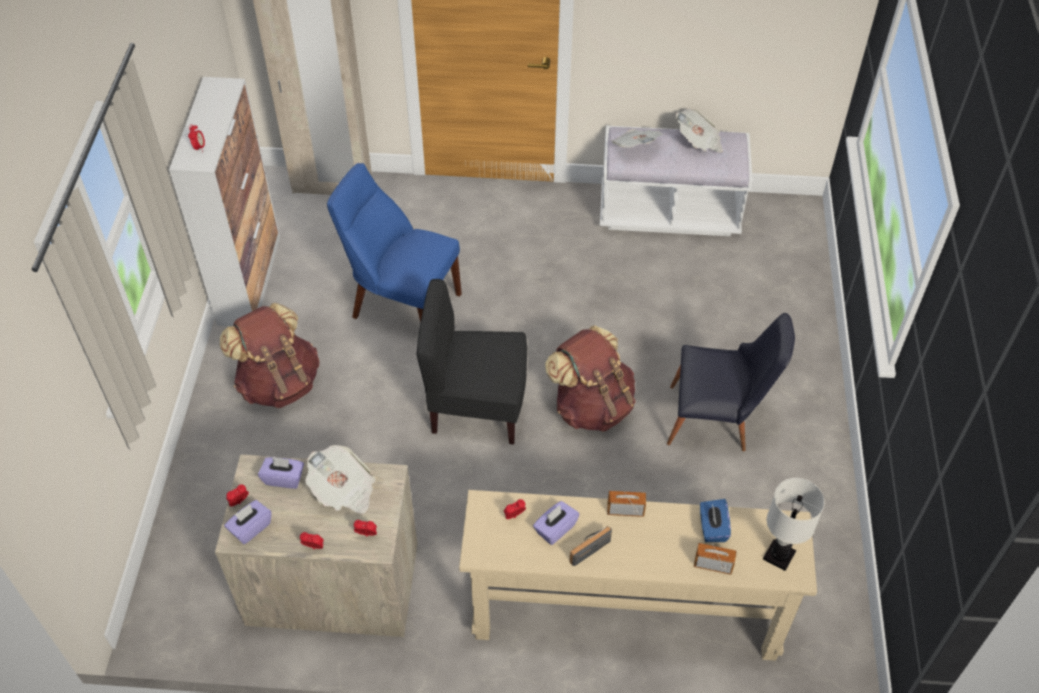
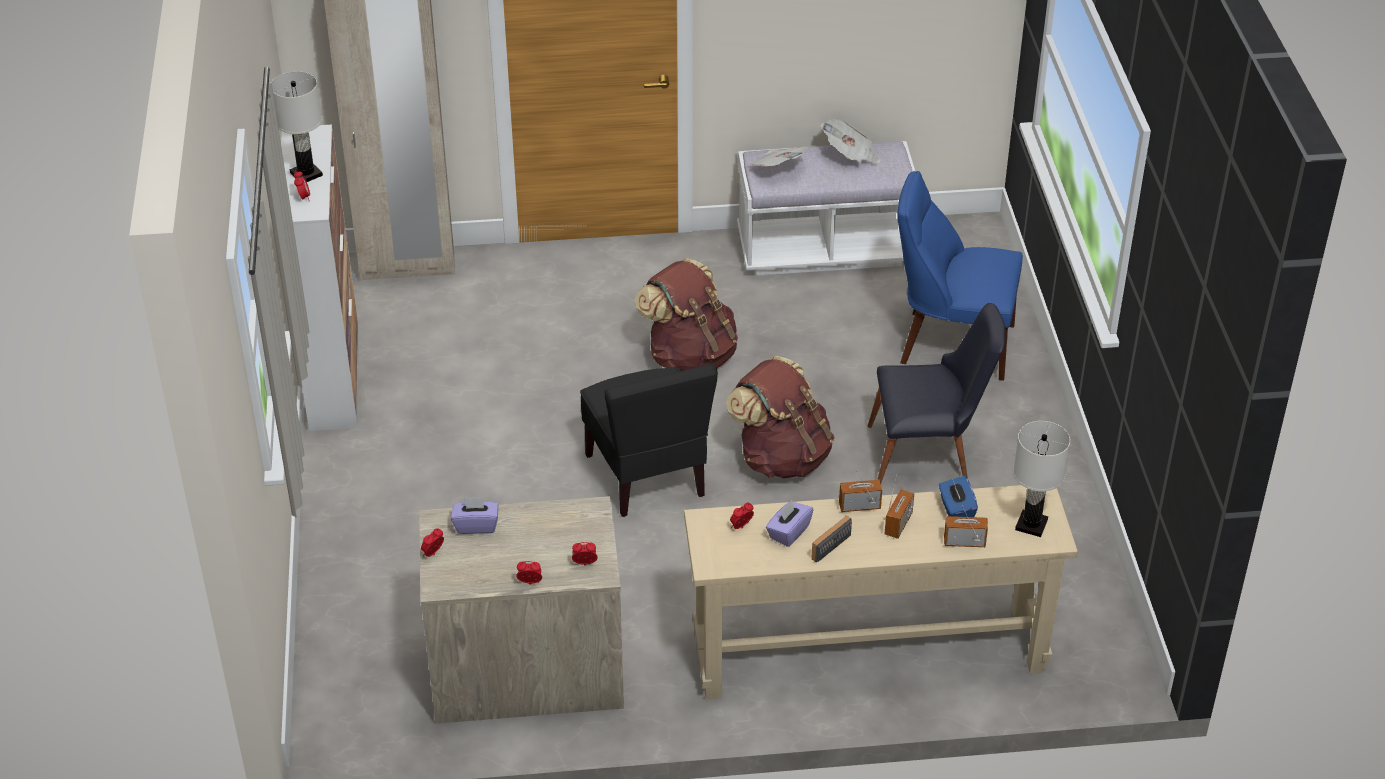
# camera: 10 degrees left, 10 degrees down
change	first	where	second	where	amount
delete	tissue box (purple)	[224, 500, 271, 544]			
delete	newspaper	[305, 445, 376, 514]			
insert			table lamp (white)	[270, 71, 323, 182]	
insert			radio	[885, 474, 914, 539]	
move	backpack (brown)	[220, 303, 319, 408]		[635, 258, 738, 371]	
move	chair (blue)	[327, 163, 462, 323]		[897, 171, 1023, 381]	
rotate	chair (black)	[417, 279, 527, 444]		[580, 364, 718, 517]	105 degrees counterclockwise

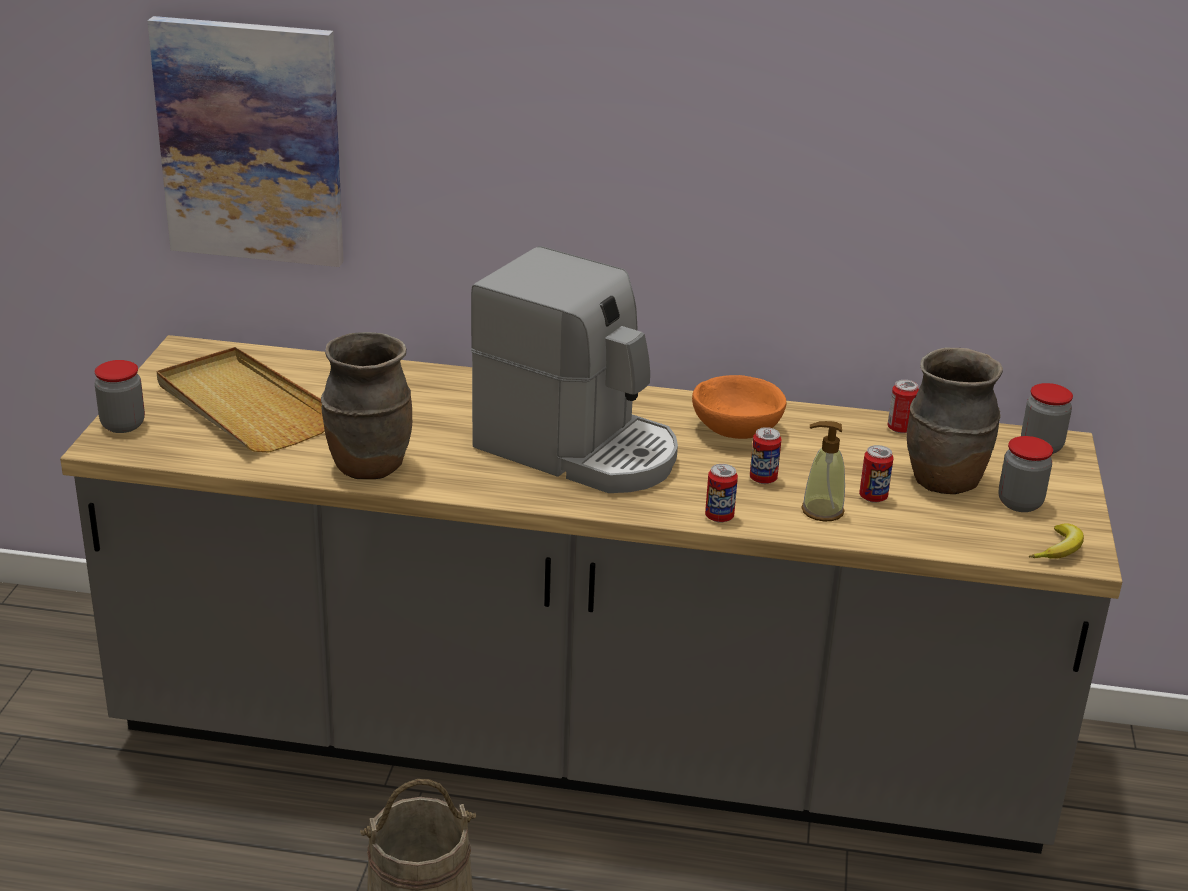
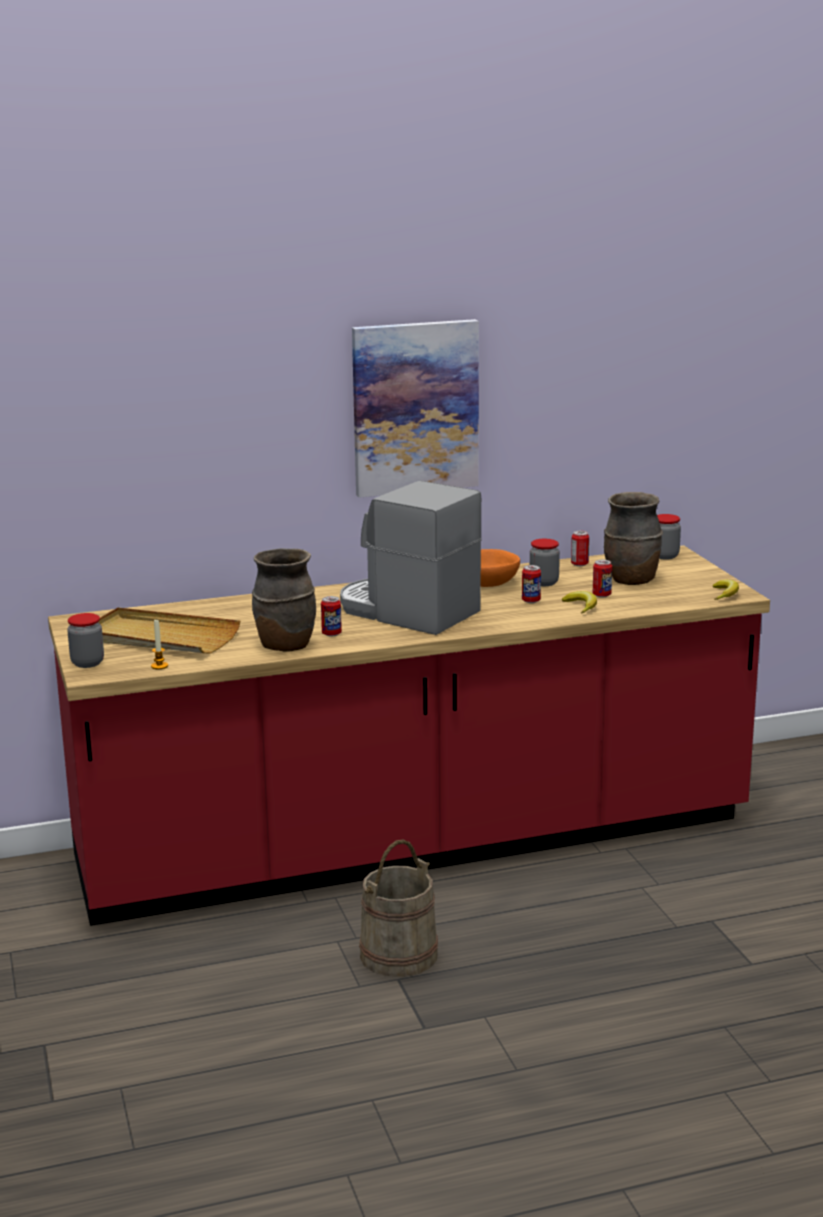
# camera: 25 degrees left, 10 degrees down
change	first	where	second	where	amount
insert			candle	[151, 619, 168, 670]	
move	picture	[147, 16, 344, 267]		[352, 319, 479, 498]	
move	can	[705, 464, 738, 523]		[321, 596, 342, 636]	
move	jar	[998, 436, 1053, 512]		[530, 539, 560, 586]	
replace	soap dispenser	[802, 421, 845, 521]	banana	[562, 591, 597, 613]	
recolor	counter (grey)	[60, 335, 1122, 854]	counter (red)	[48, 545, 770, 926]	
rotate	coffee machine	[471, 246, 678, 493]		[340, 481, 482, 635]	150 degrees counterclockwise

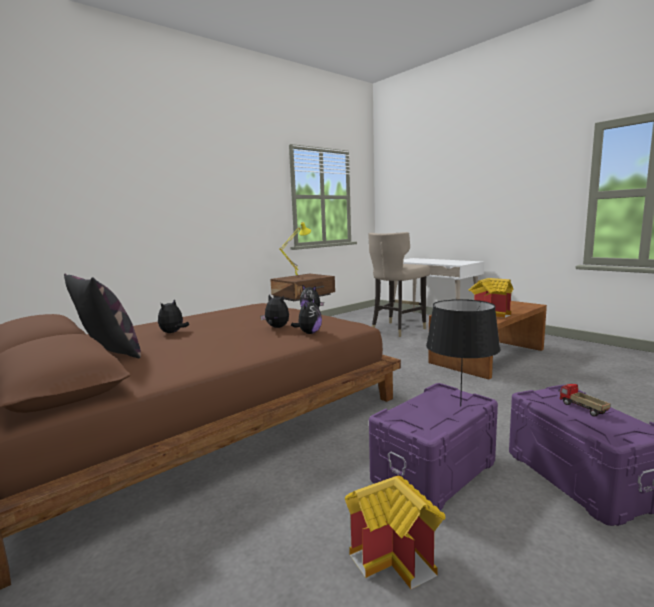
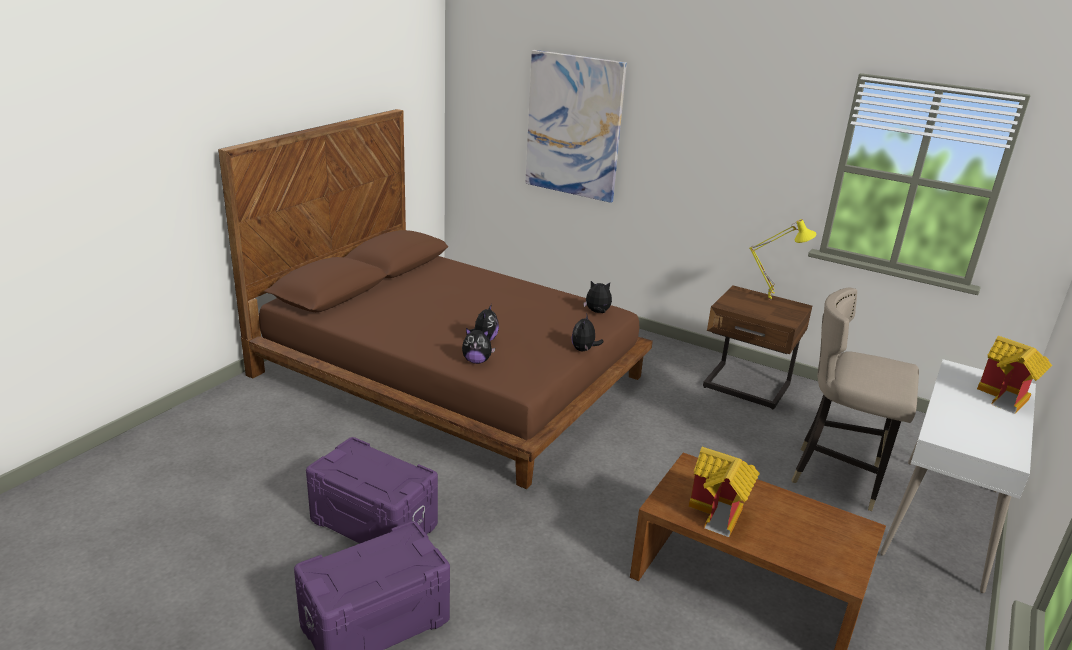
# camera: 70 degrees right, 15 degrees up
change	first	where	second	where	amount
delete	pillow	[64, 274, 141, 358]			
delete	table lamp (black)	[426, 299, 500, 406]			
delete	toy truck	[558, 384, 611, 416]			
insert			picture	[525, 50, 627, 203]	
move	plush toy	[158, 299, 189, 333]		[583, 281, 612, 313]	
move	toy house	[345, 476, 445, 589]		[977, 336, 1052, 414]	

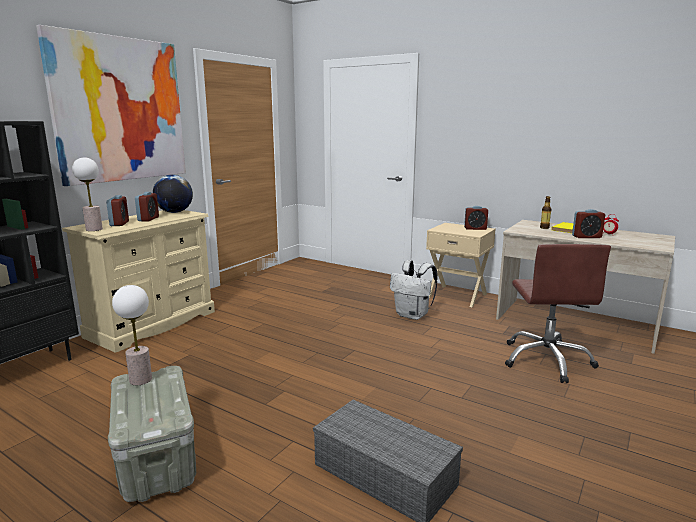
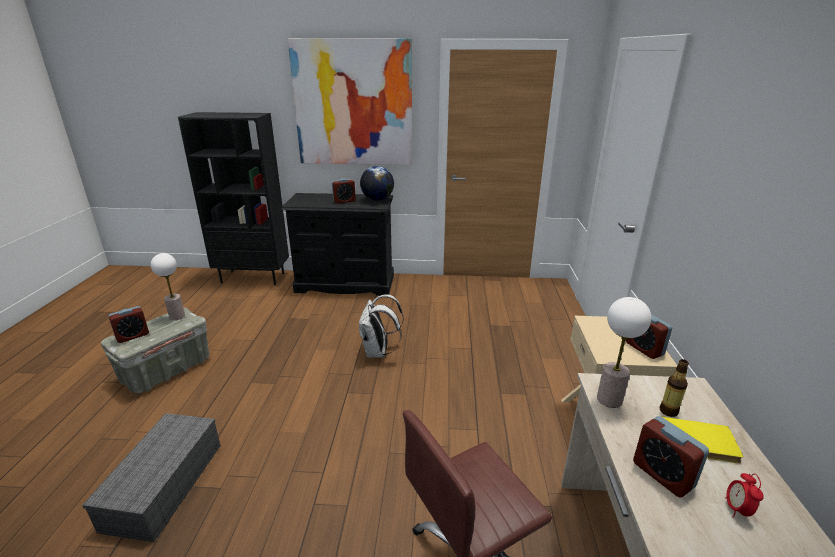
# camera: 60 degrees right, 10 degrees up
change	first	where	second	where	amount
move	table lamp	[72, 157, 103, 231]		[597, 297, 651, 408]	
move	alarm clock	[106, 195, 129, 226]		[108, 306, 149, 343]	
move	backpack (white)	[390, 260, 438, 320]		[359, 294, 404, 358]	
recolor	dresser (beige)	[62, 210, 215, 353]	dresser (black)	[282, 193, 394, 296]	

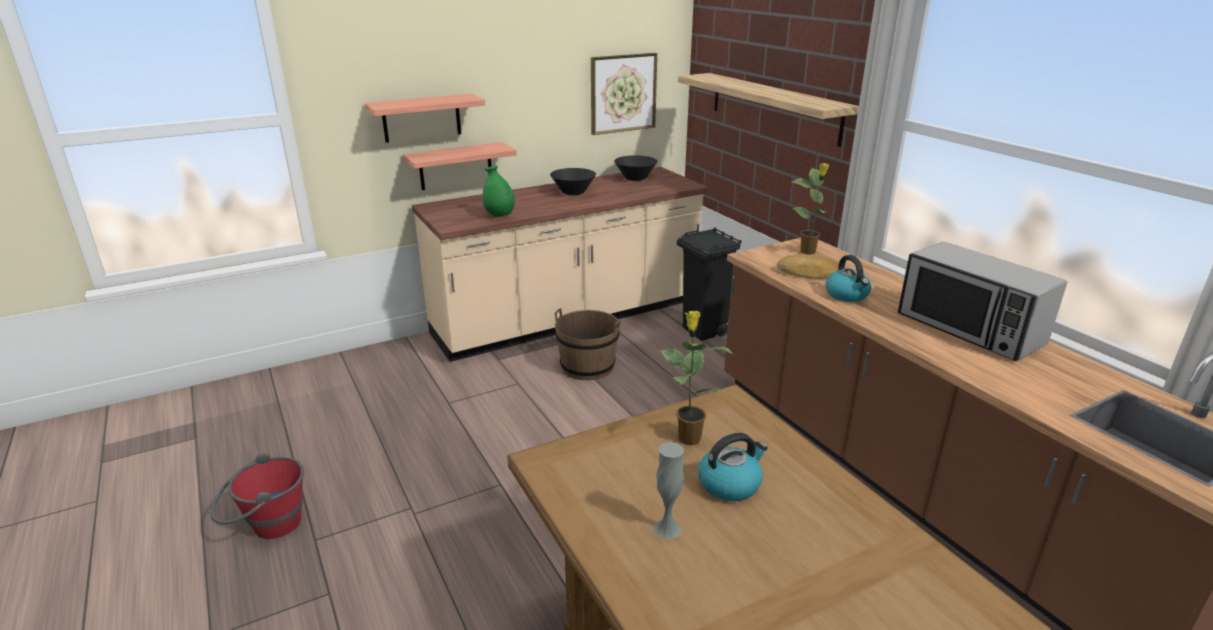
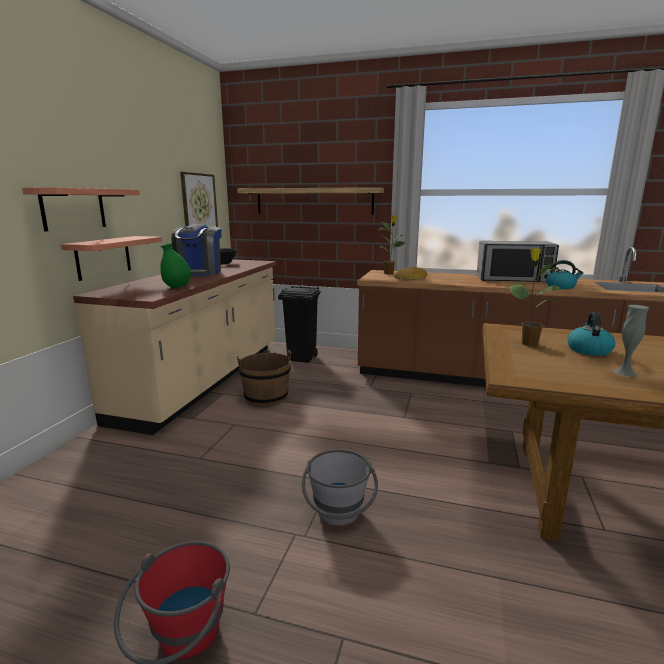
# camera: 45 degrees left, 10 degrees down
change	first	where	second	where	amount
insert			bucket (grey)	[302, 449, 378, 526]	
move	kettle	[826, 255, 871, 302]		[546, 260, 583, 289]	
replace	bowl (black)	[550, 168, 596, 195]	coffee machine	[171, 224, 221, 276]	

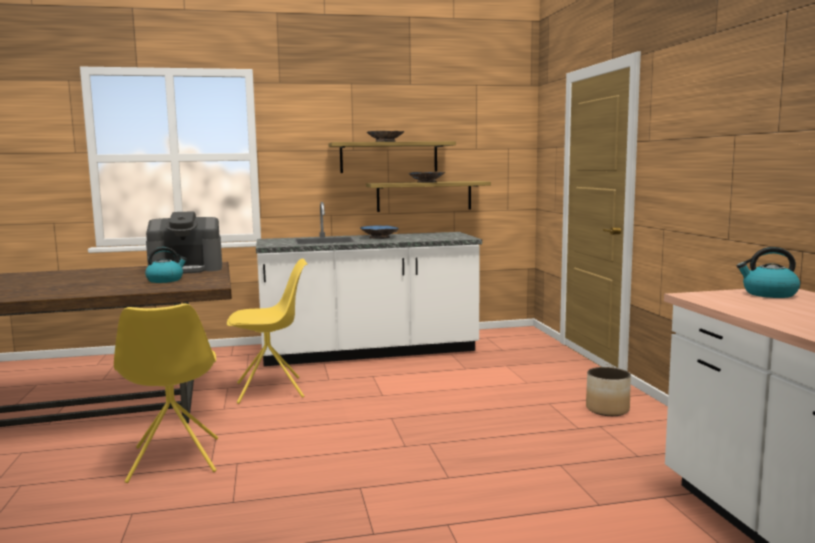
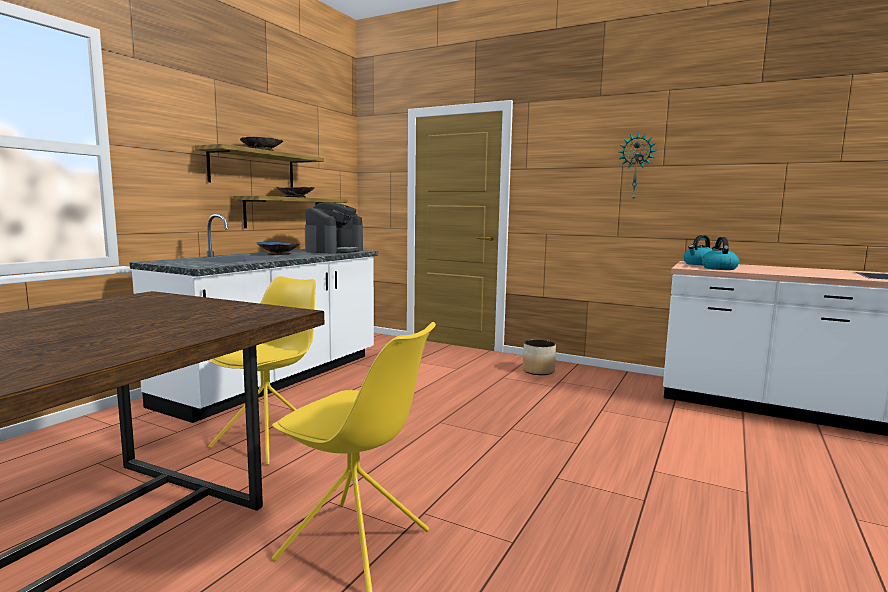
# camera: 50 degrees left, 0 degrees up
change	first	where	second	where	amount
insert			wall clock	[619, 132, 656, 201]	
move	kettle	[145, 247, 187, 283]		[702, 237, 739, 270]	
move	coffee machine	[146, 211, 222, 274]		[305, 203, 363, 254]	

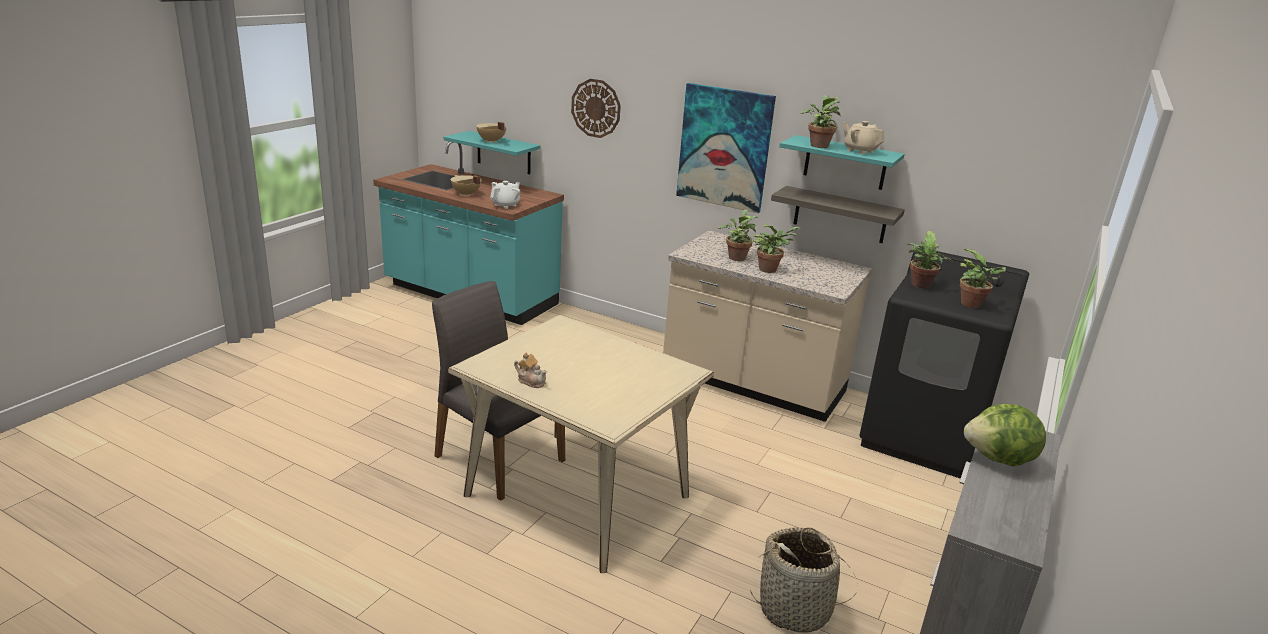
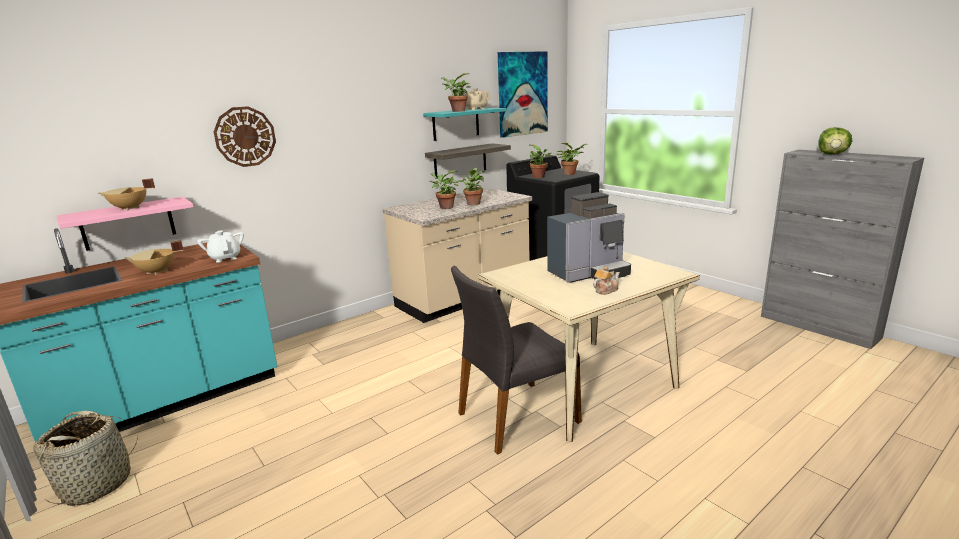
# camera: 65 degrees left, 5 degrees down
change	first	where	second	where	amount
insert			coffee machine	[547, 192, 631, 283]	
move	picture	[676, 83, 776, 213]		[498, 51, 548, 138]	
move	basket	[750, 527, 858, 632]		[33, 411, 138, 506]	
recolor	shelf (turquoise)	[444, 131, 540, 174]	shelf (pink)	[57, 197, 194, 251]	

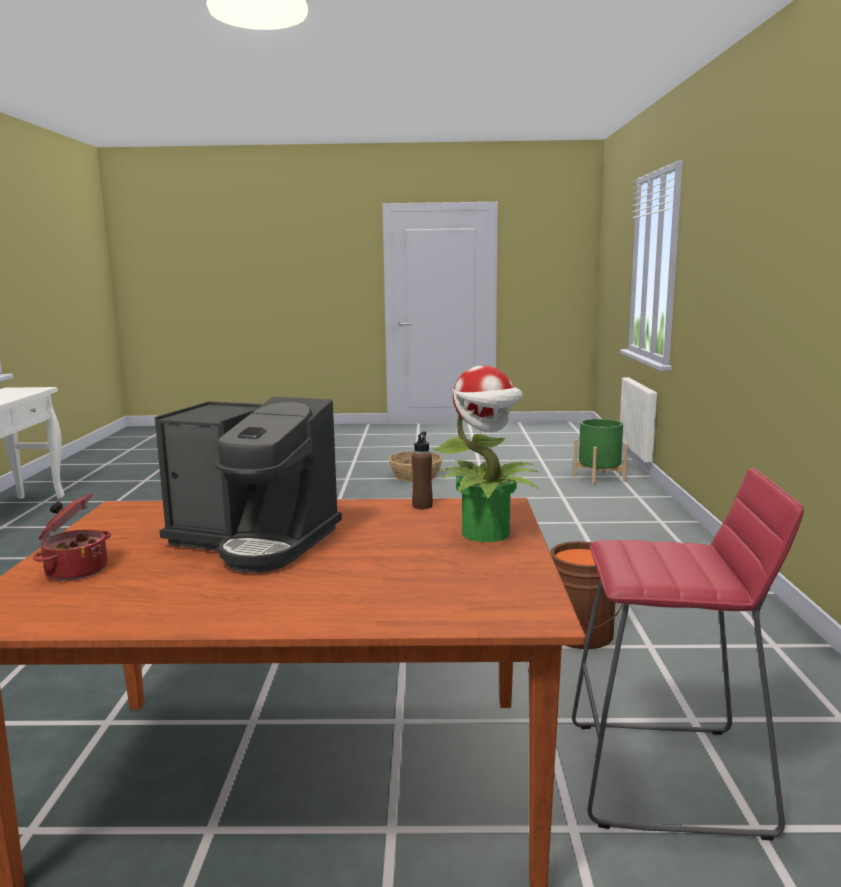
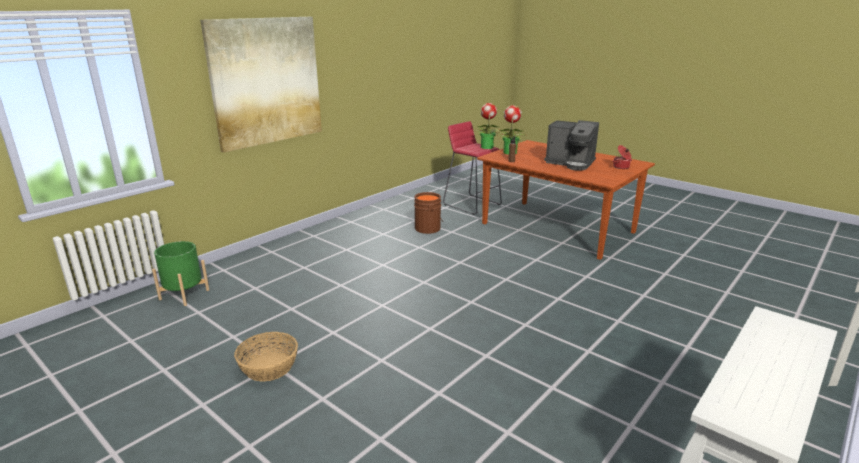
# camera: 140 degrees left, 10 degrees up
change	first	where	second	where	amount
insert			picture	[200, 17, 322, 153]	
insert			potted plant	[476, 103, 500, 149]	
rotate	coffee machine	[155, 397, 342, 573]		[544, 120, 599, 171]	150 degrees clockwise

